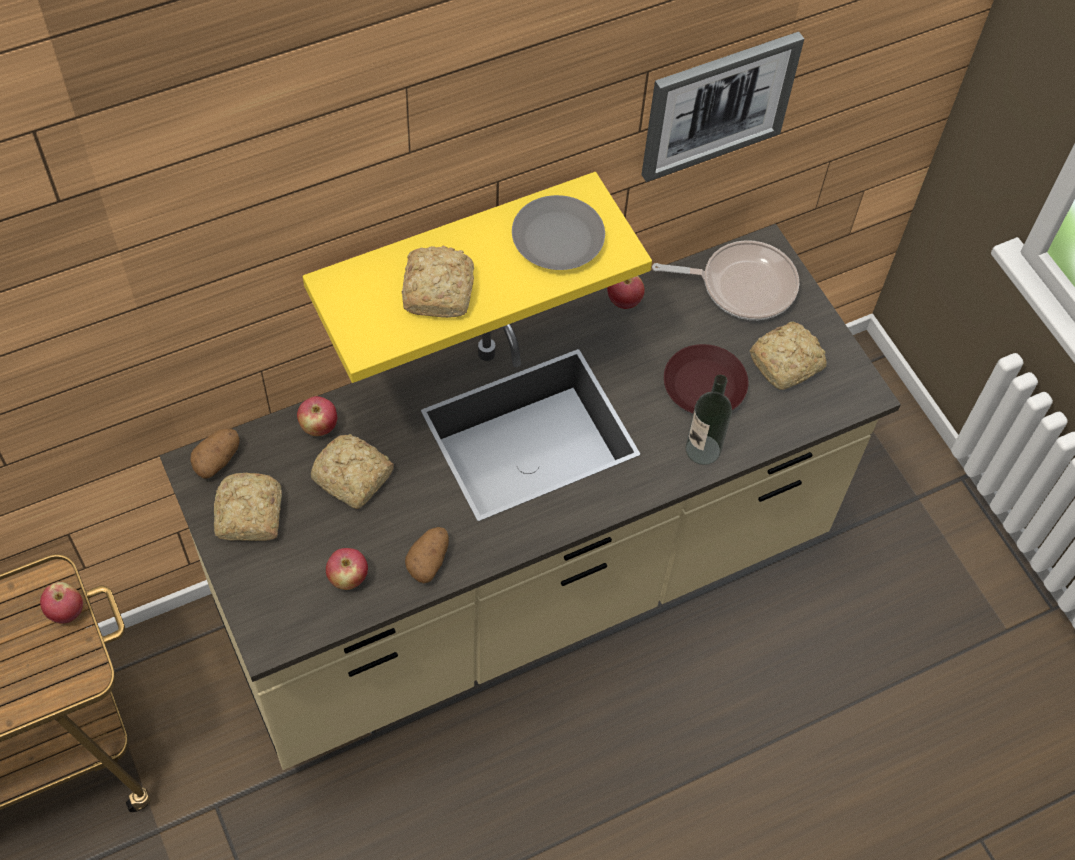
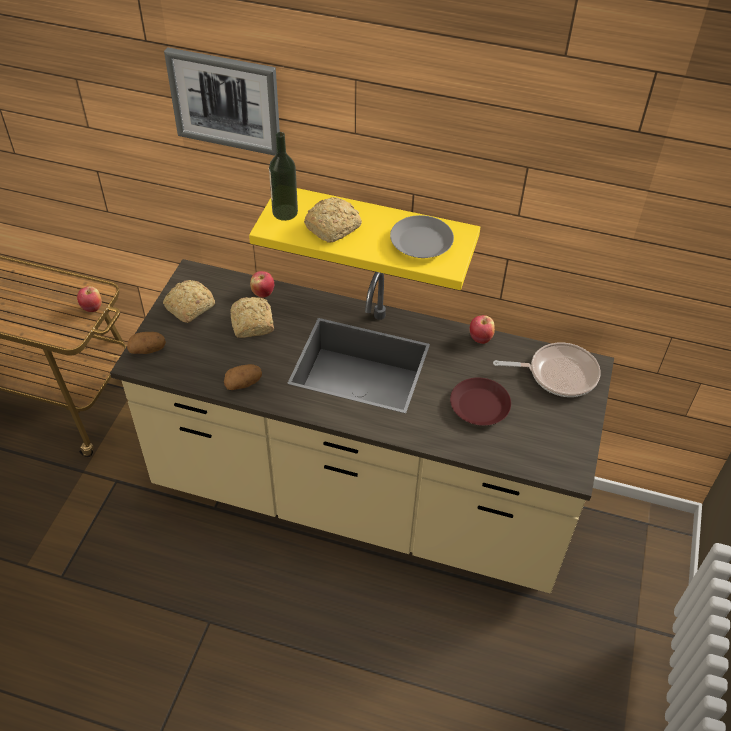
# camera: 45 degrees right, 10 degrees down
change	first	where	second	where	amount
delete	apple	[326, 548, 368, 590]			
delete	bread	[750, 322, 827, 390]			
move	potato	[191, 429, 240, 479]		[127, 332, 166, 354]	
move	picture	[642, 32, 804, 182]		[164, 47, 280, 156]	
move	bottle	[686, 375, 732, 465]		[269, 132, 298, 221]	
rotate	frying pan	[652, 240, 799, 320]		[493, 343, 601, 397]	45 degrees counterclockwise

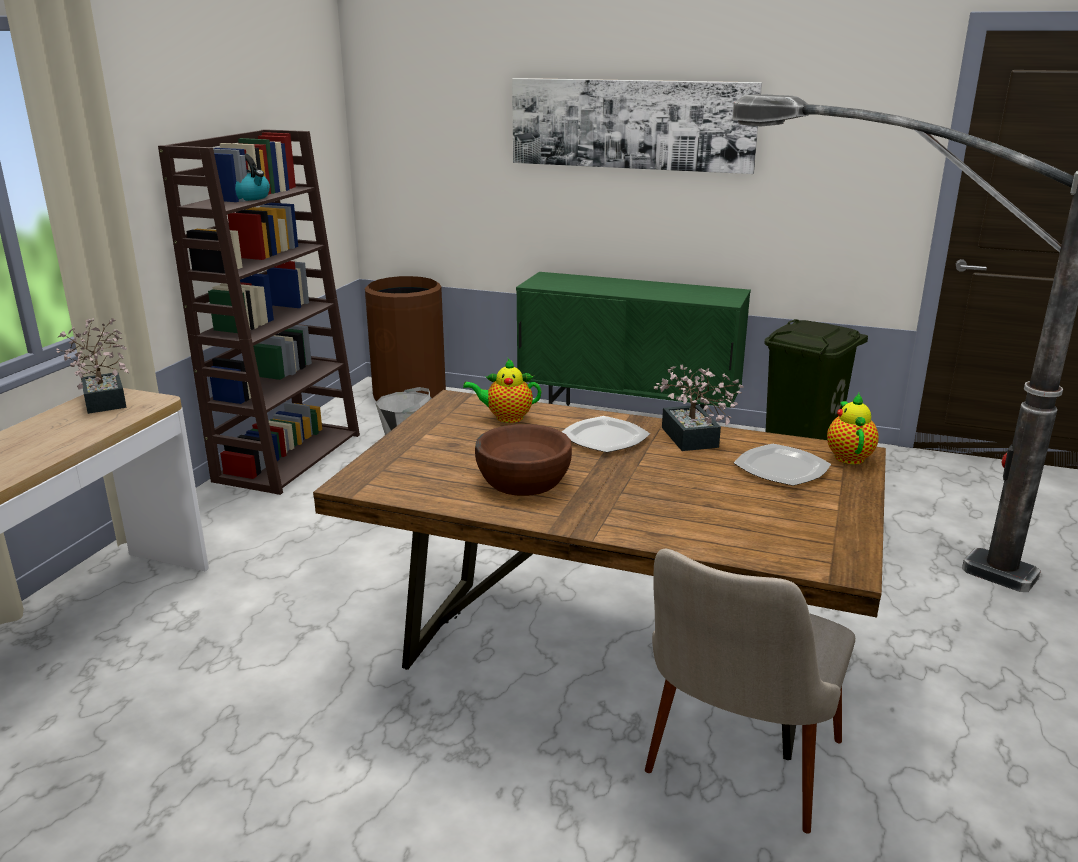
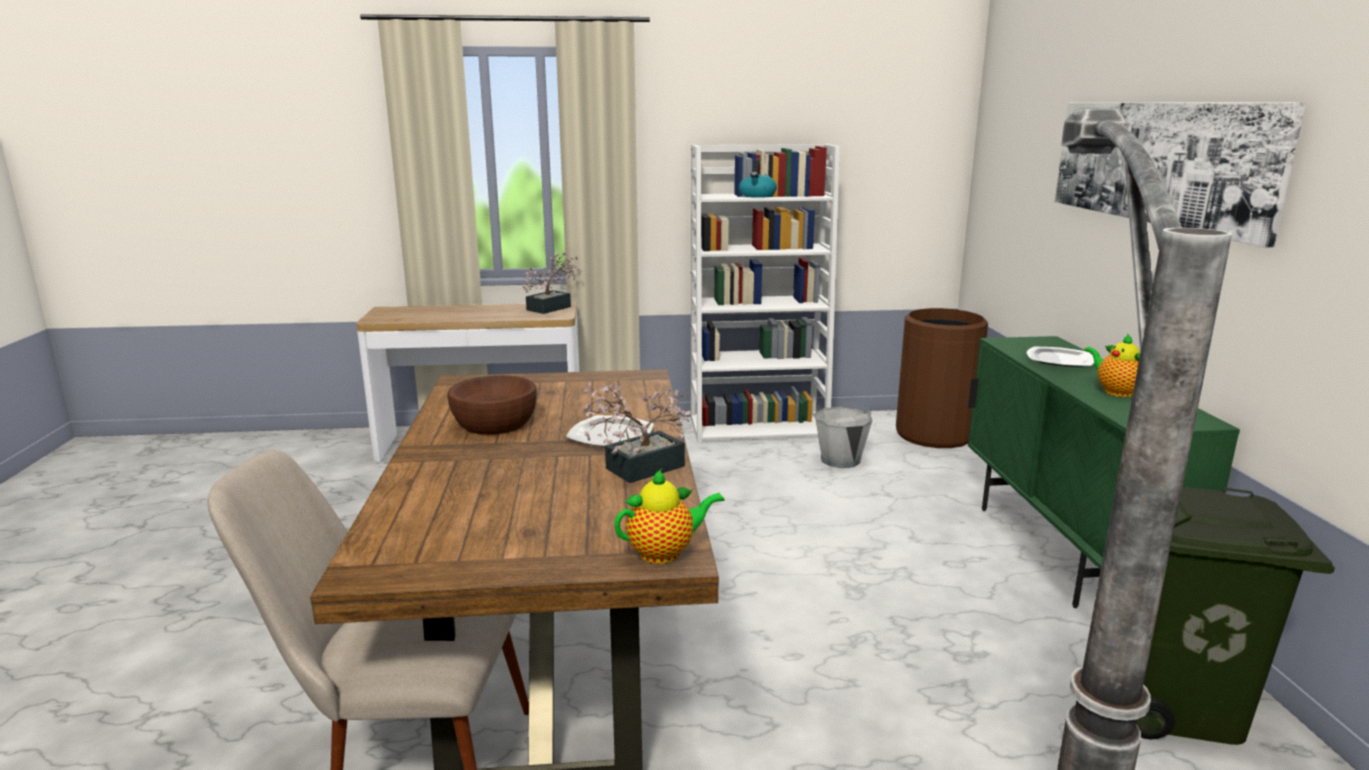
# camera: 65 degrees right, 5 degrees down
change	first	where	second	where	amount
move	teapot	[463, 358, 541, 423]		[1084, 333, 1140, 397]	
move	plate	[734, 444, 831, 486]		[1026, 347, 1094, 367]	
recolor	bookcase (brown)	[158, 129, 360, 495]	bookcase (white)	[691, 144, 840, 444]	

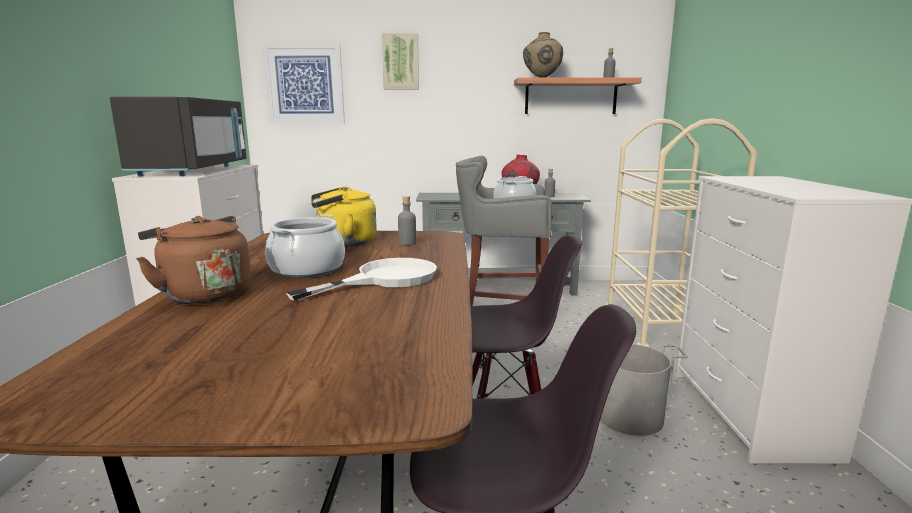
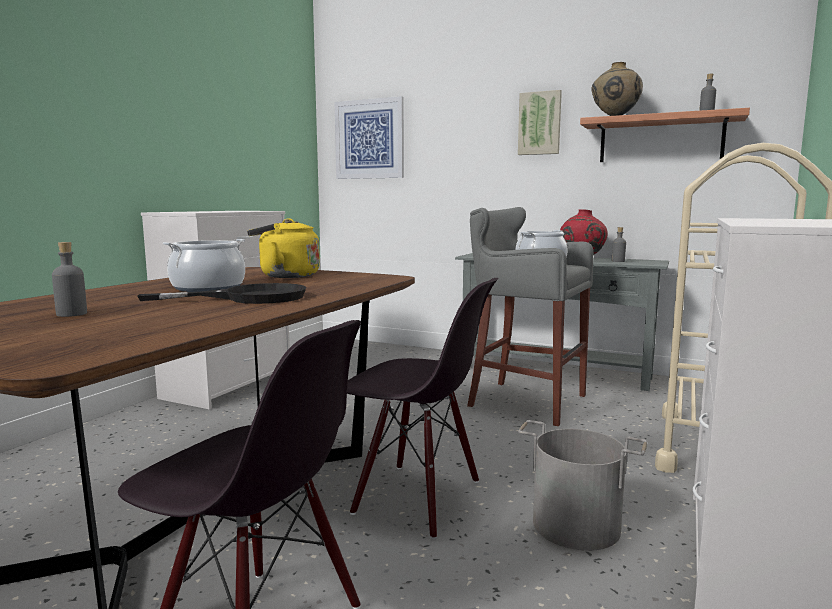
# camera: 25 degrees right, 5 degrees down
change	first	where	second	where	amount
delete	microwave (black)	[110, 97, 246, 176]			
delete	kettle (brown)	[136, 216, 251, 304]			
move	picture	[382, 33, 419, 90]		[518, 90, 562, 155]	
move	bottle (grey)	[398, 196, 416, 245]		[52, 242, 87, 317]	
recolor	frying pan (white)	[286, 258, 437, 301]	frying pan (black)	[137, 283, 307, 304]	

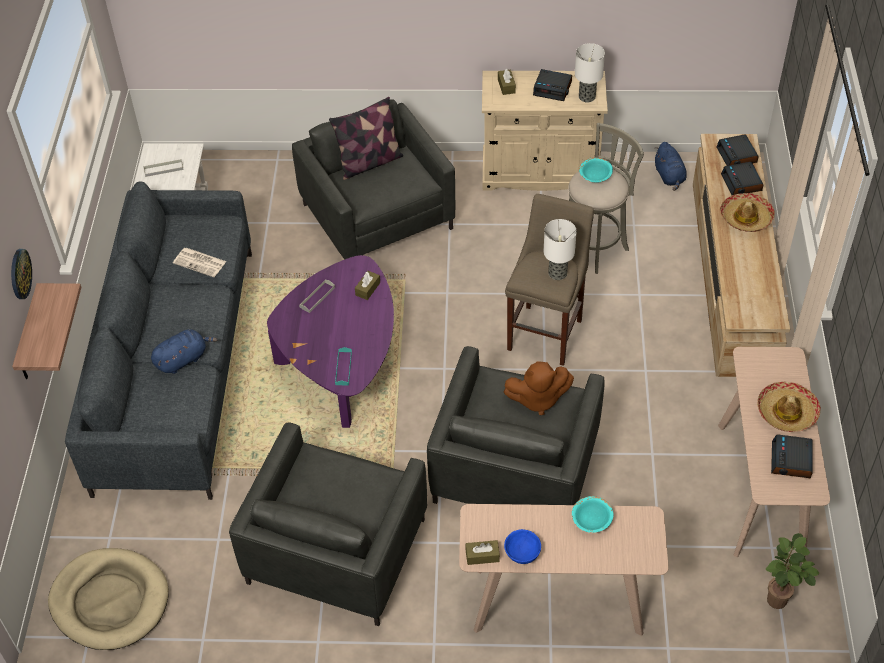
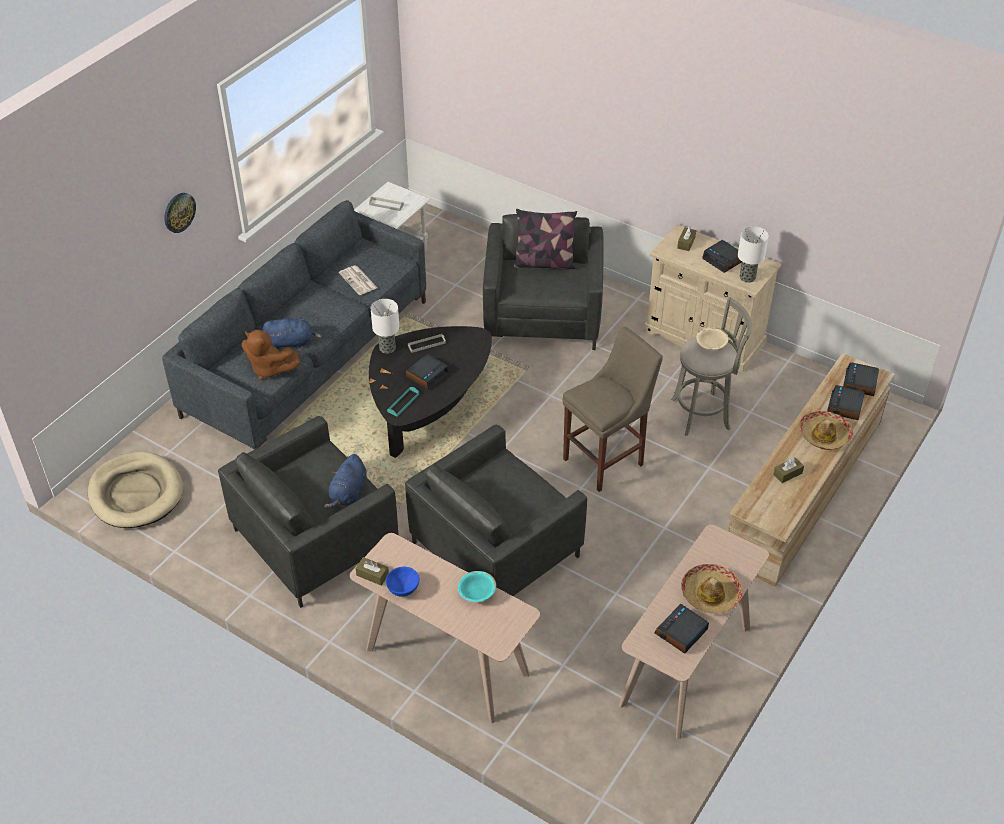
# camera: 30 degrees right, 5 degrees down
change	first	where	second	where	amount
delete	shelf	[12, 283, 81, 379]			
delete	potted plant	[765, 533, 819, 609]			
insert			alarm clock	[406, 354, 449, 390]	
move	tissue box (brown)	[355, 271, 380, 300]		[773, 457, 804, 483]	
move	plush toy (brown)	[504, 361, 574, 415]		[242, 330, 300, 380]	
move	table lamp	[543, 219, 577, 280]		[371, 299, 399, 353]	
move	plush toy (blue)	[654, 142, 687, 191]		[324, 454, 367, 509]	
recolor	coffee table (purple)	[267, 255, 394, 428]	coffee table (black)	[369, 326, 492, 458]	
recolor	bowl (turquoise)	[579, 158, 613, 183]	bowl (beige)	[696, 327, 728, 350]	

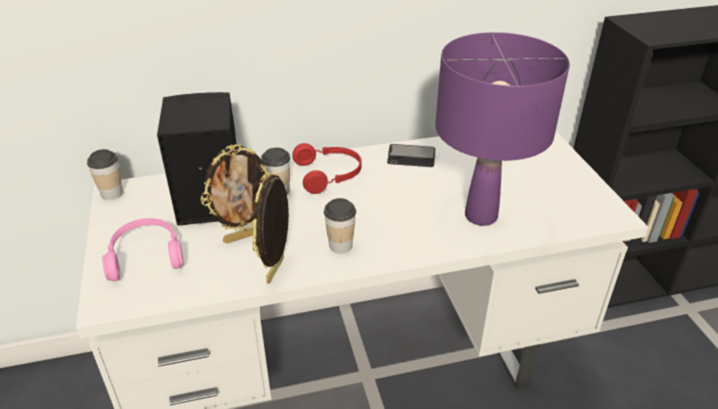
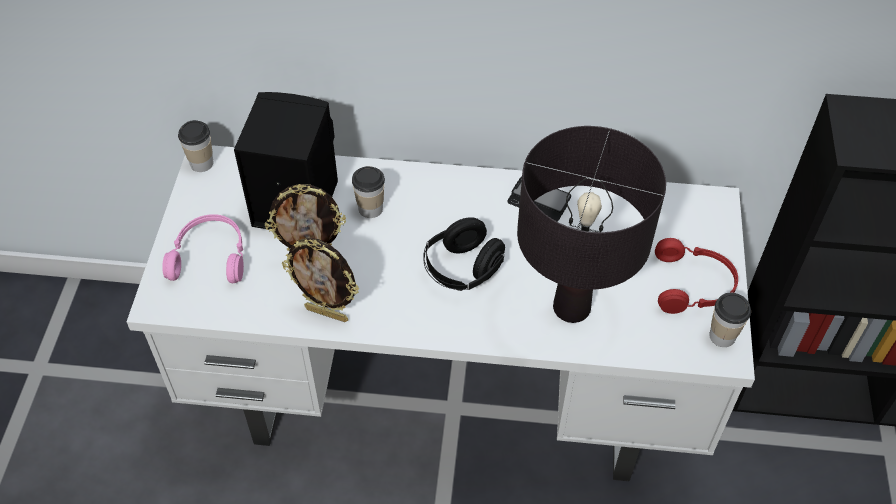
# camera: 20 degrees right, 15 degrees up
change	first	where	second	where	amount
insert			headphones (black)	[423, 217, 505, 291]	
move	headphones (red)	[292, 143, 362, 194]		[655, 238, 738, 314]	
move	cup	[324, 198, 356, 253]		[709, 293, 751, 347]	
recolor	table lamp (purple)	[435, 32, 570, 226]	table lamp (black)	[517, 126, 666, 323]	
rotate	picture frame	[252, 172, 289, 284]		[282, 238, 359, 322]	105 degrees counterclockwise

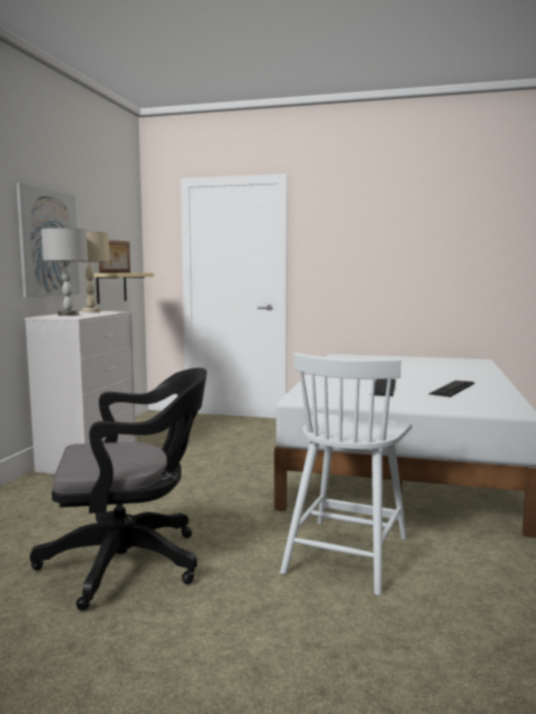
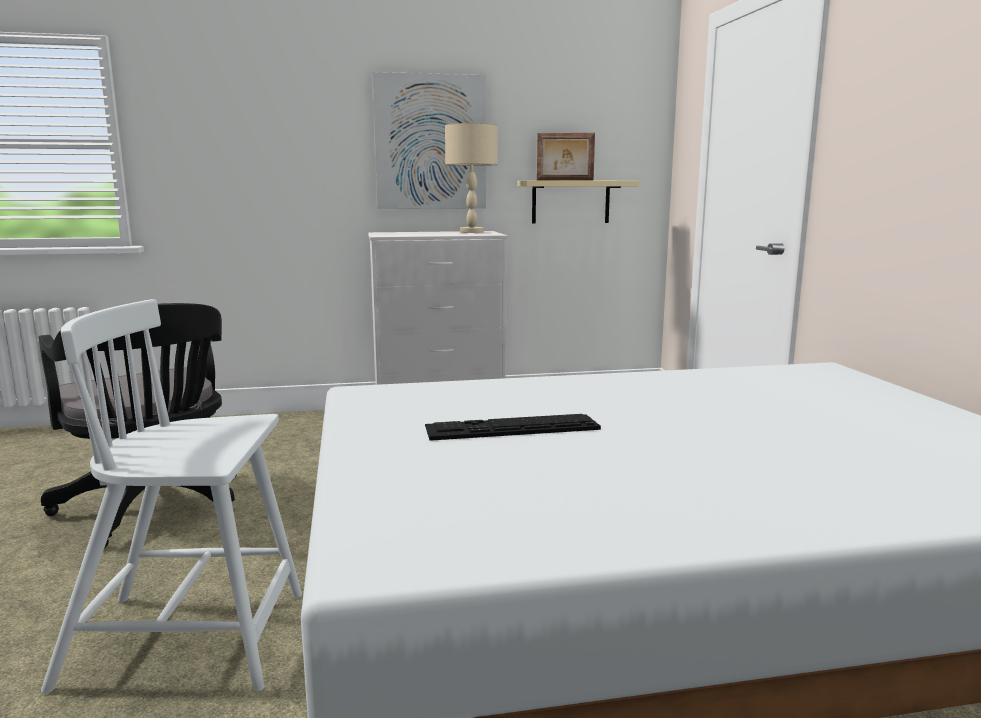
# camera: 65 degrees right, 5 degrees up
change	first	where	second	where	amount
delete	table lamp (grey)	[41, 228, 88, 316]			
delete	keyboard	[429, 381, 475, 397]			

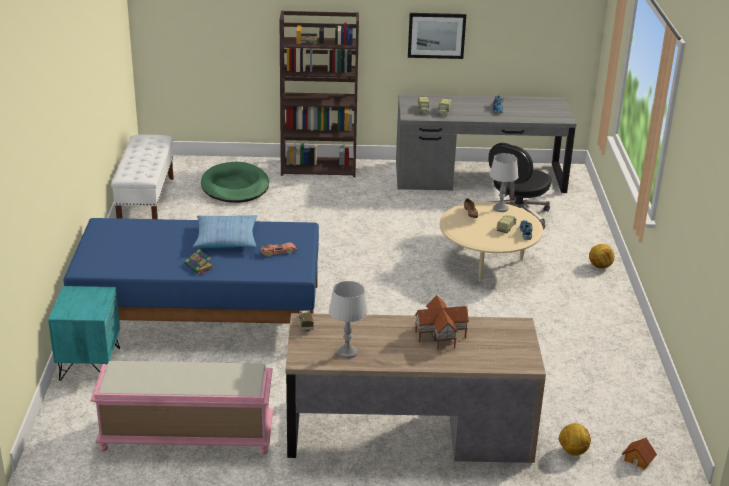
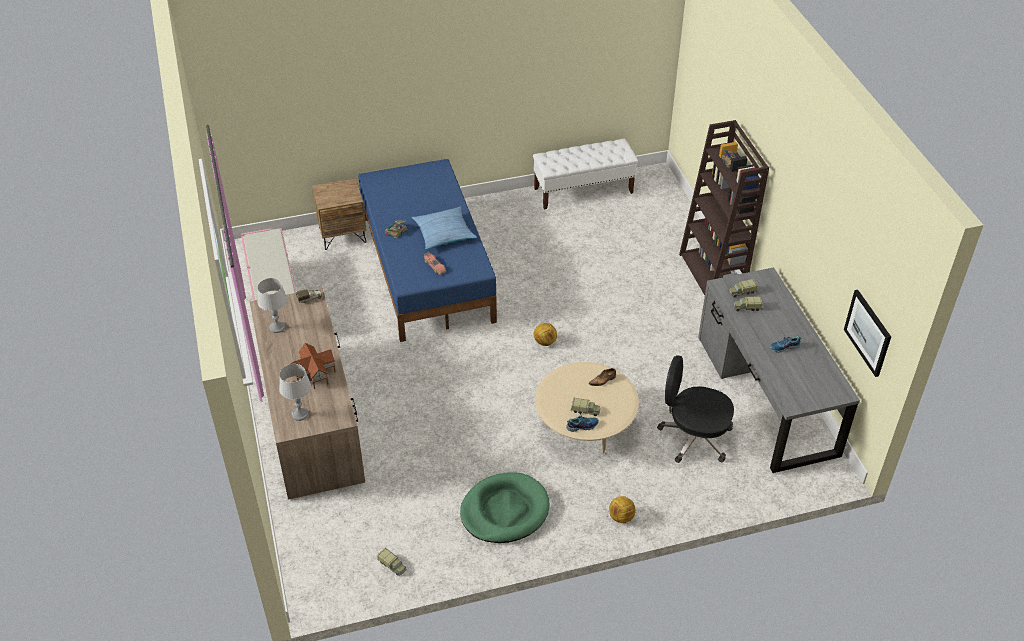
# camera: 75 degrees right, 15 degrees up
change	first	where	second	where	amount
delete	toy house	[622, 438, 657, 470]			
insert			toy truck	[377, 548, 407, 576]	
move	dog bed (green)	[201, 161, 269, 203]		[460, 472, 550, 543]	
move	picture	[408, 13, 466, 59]		[844, 290, 891, 377]	
move	table lamp (grey)	[490, 153, 519, 212]		[279, 364, 311, 421]	
move	football	[558, 423, 591, 455]		[534, 323, 557, 346]	
recolor	nightstand (turquoise)	[48, 286, 120, 381]	nightstand (brown)	[312, 178, 366, 250]	

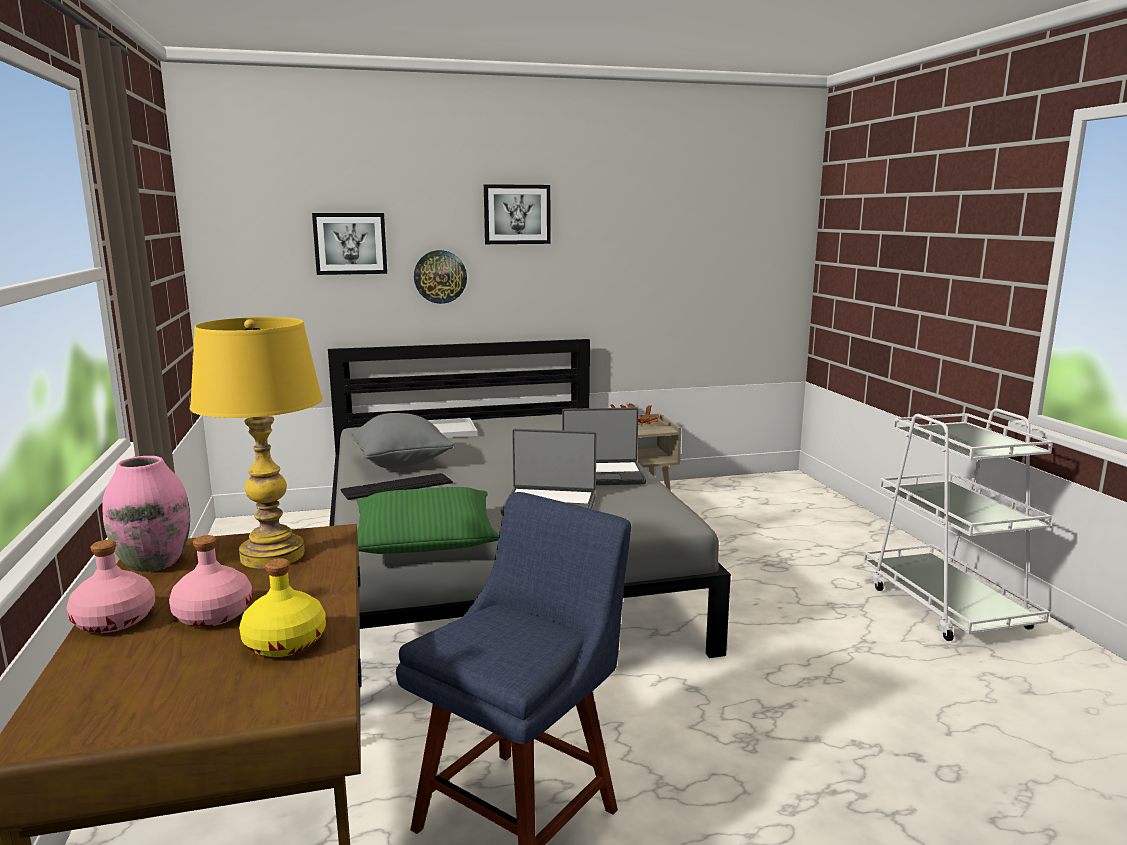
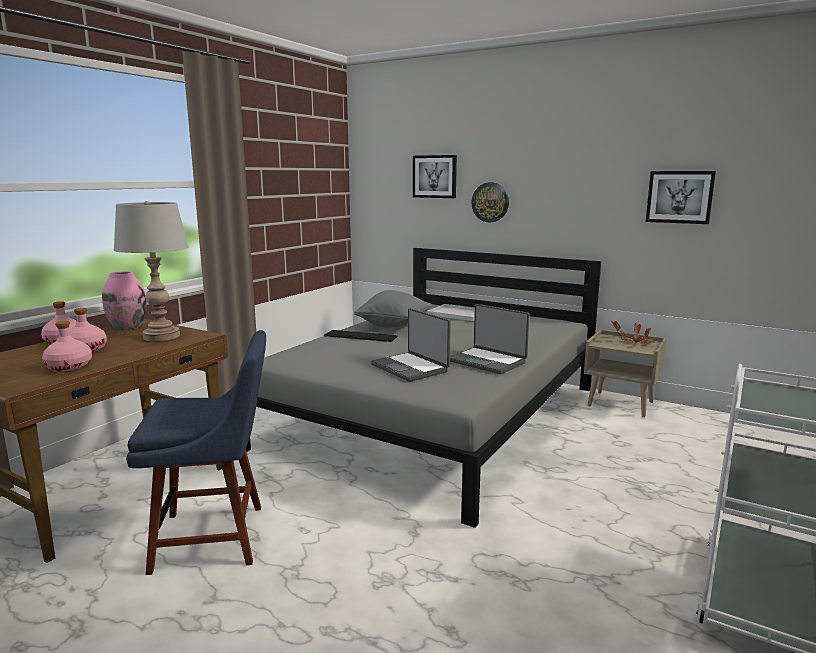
# camera: 45 degrees right, 0 degrees up
change	first	where	second	where	amount
delete	pillow (green)	[357, 487, 499, 554]			
move	picture	[484, 184, 551, 244]		[646, 171, 716, 224]	
recolor	table lamp (yellow)	[190, 317, 323, 569]	table lamp (grey)	[114, 201, 189, 341]	
recolor	bottle (yellow)	[239, 558, 326, 657]	bottle (pink)	[42, 321, 92, 371]	

